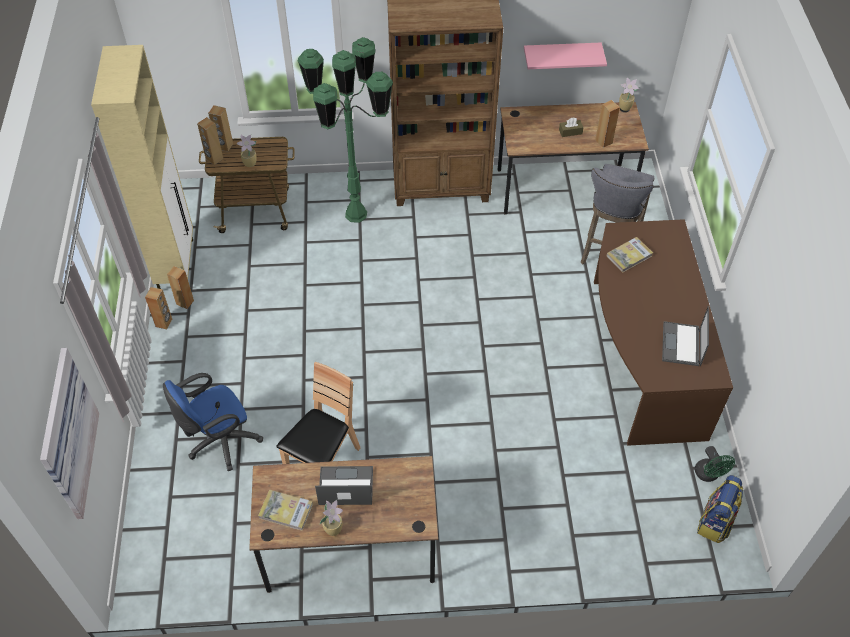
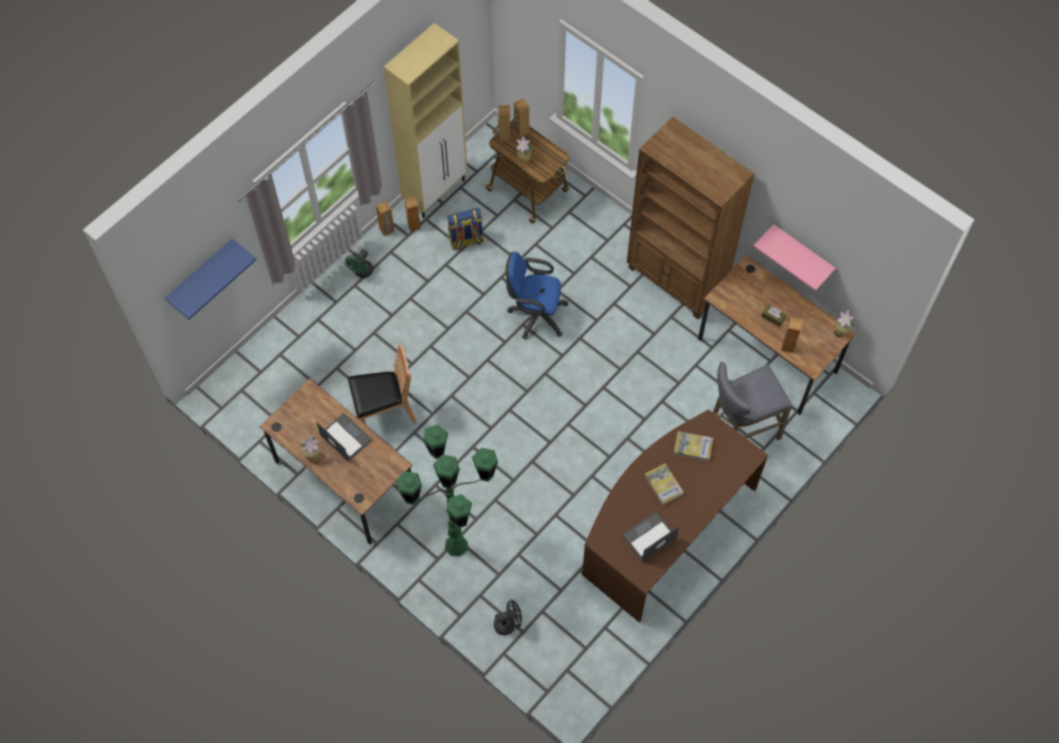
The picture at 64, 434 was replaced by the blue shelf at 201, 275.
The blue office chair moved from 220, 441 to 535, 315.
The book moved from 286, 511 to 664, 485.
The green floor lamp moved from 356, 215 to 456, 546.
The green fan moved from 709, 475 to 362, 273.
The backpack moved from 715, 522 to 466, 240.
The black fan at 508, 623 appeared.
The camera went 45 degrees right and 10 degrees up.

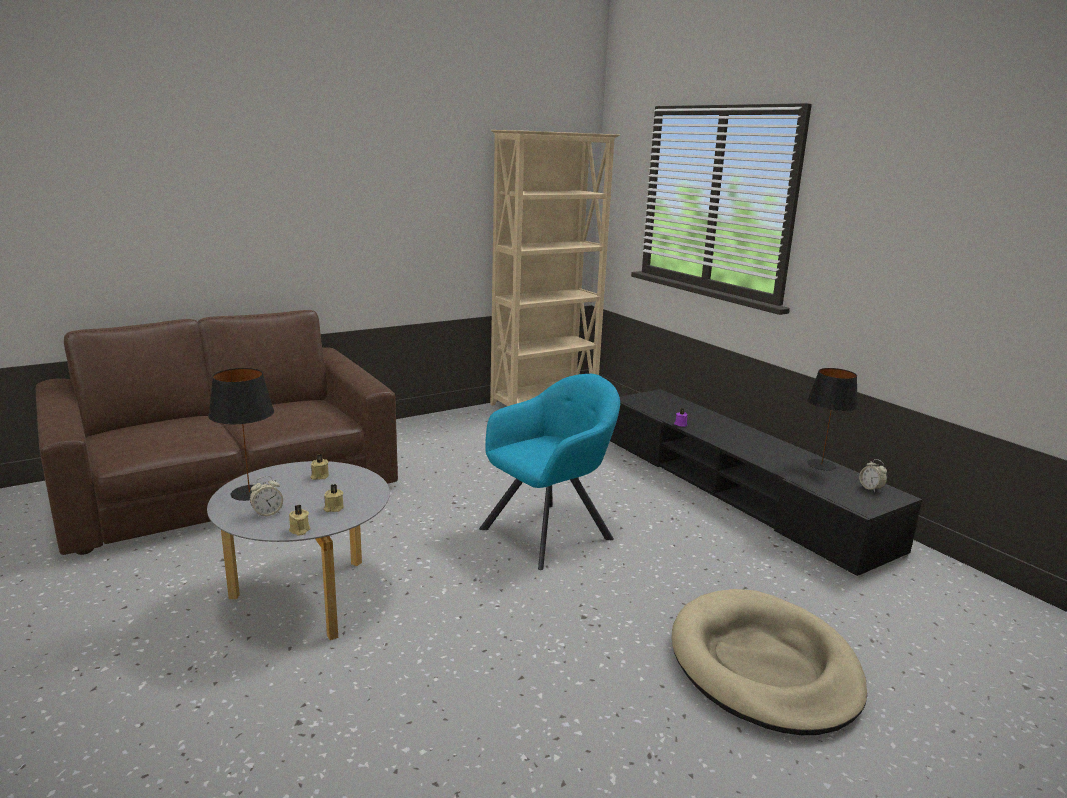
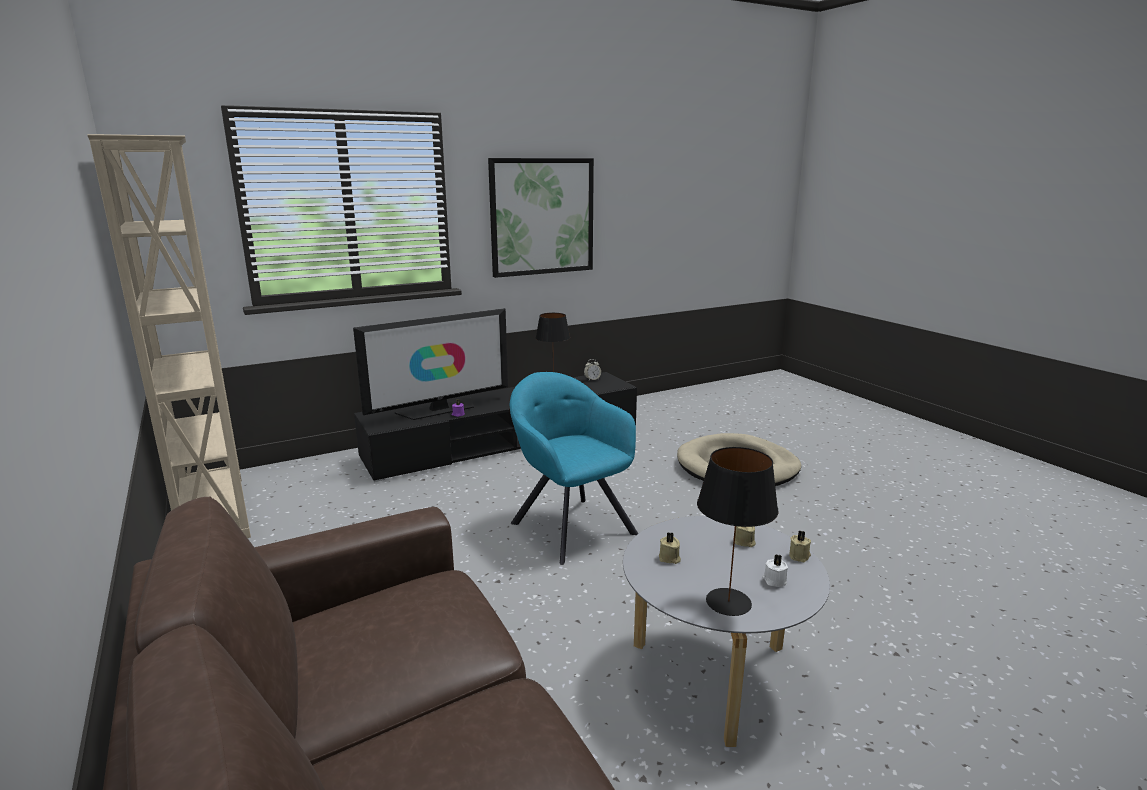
The alarm clock at 267, 513 was replaced by the white candle at 774, 580.
The television at 439, 409 appeared.
The picture at 542, 217 appeared.
The camera went 85 degrees left and 0 degrees up.

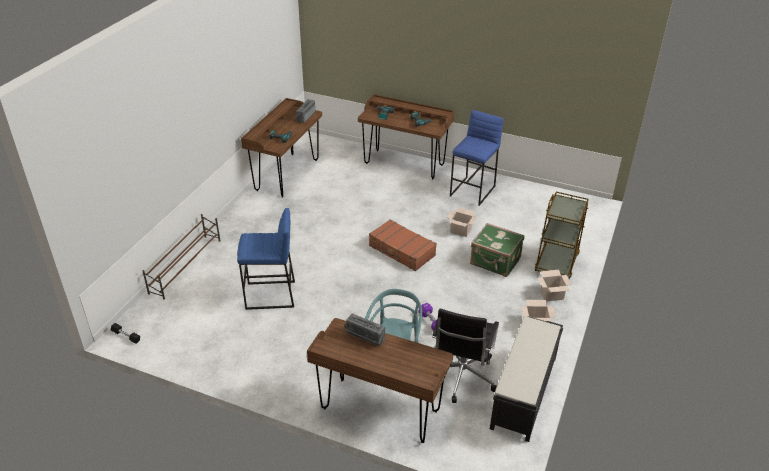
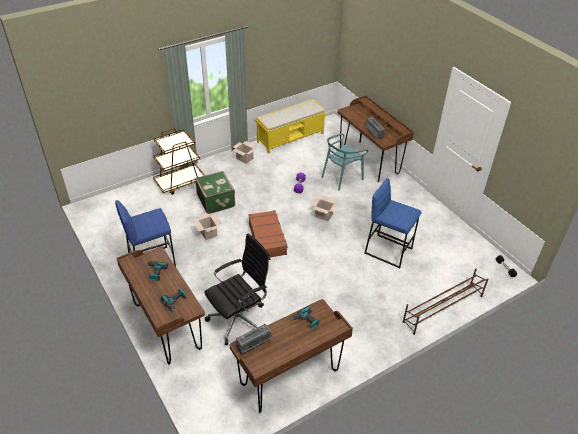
The black office chair moved from 460, 376 to 239, 319.
The black bench at 523, 393 became the yellow bench at 291, 137.
The cardboard box moved from 551, 295 to 324, 215.
The camera went 145 degrees left and 5 degrees up.

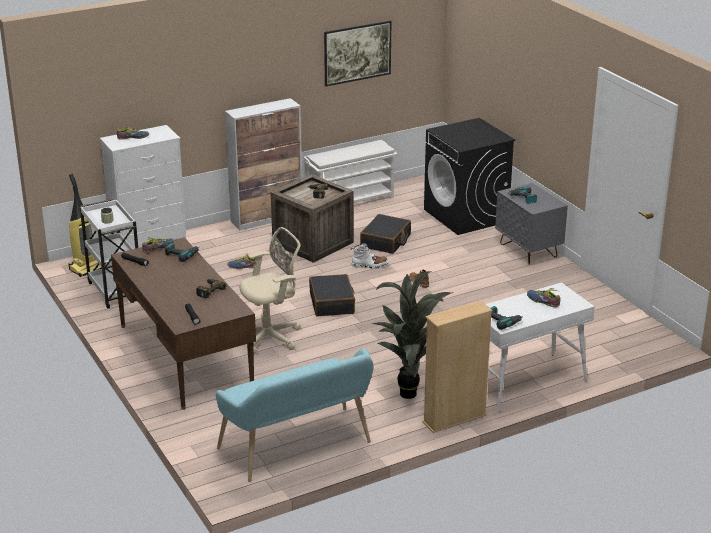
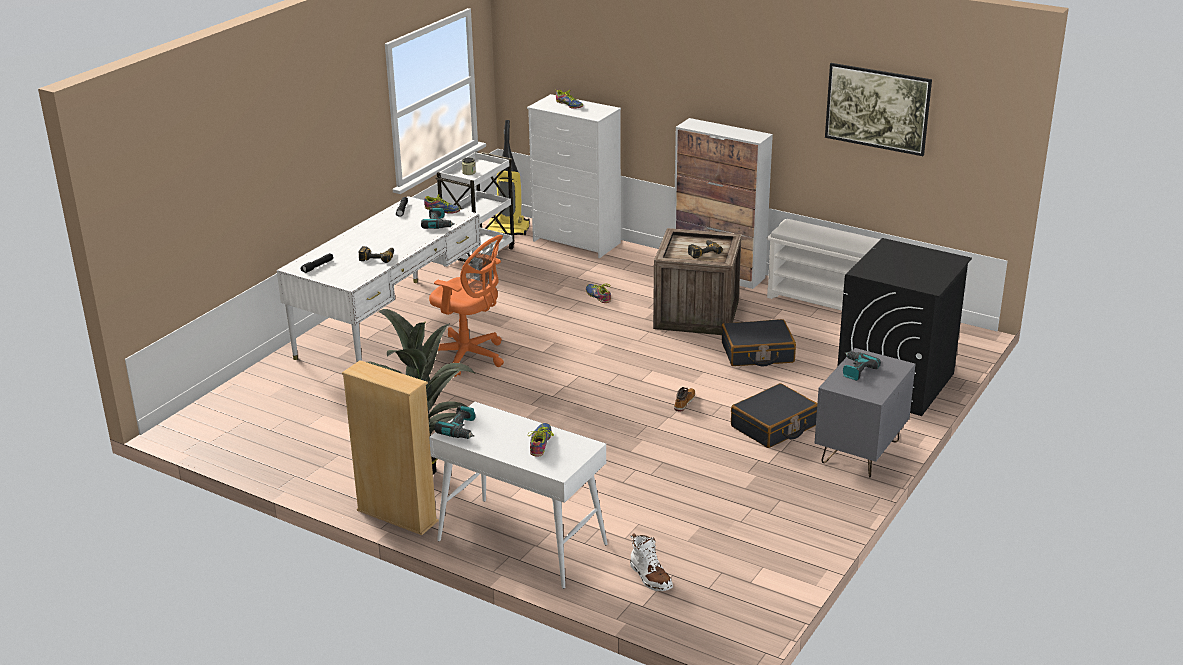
The brown desk at 185, 356 became the white desk at 389, 328.
The turquoise bench at 299, 449 disappeared.
The beige office chair at 270, 337 became the orange office chair at 468, 357.
The black suitcase moved from 332, 303 to 774, 426.
The white boot moved from 369, 265 to 650, 577.
The camera went 60 degrees right and 0 degrees up.

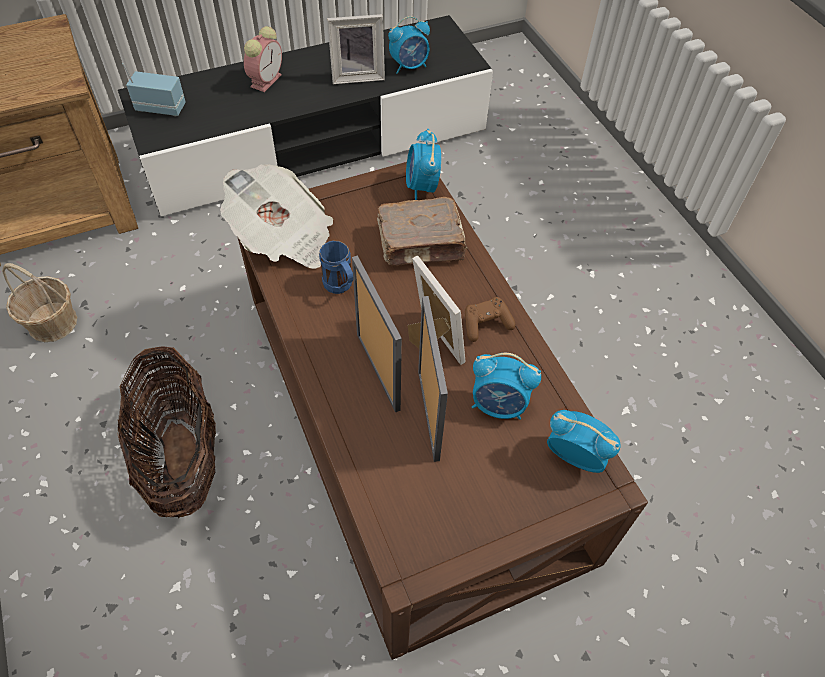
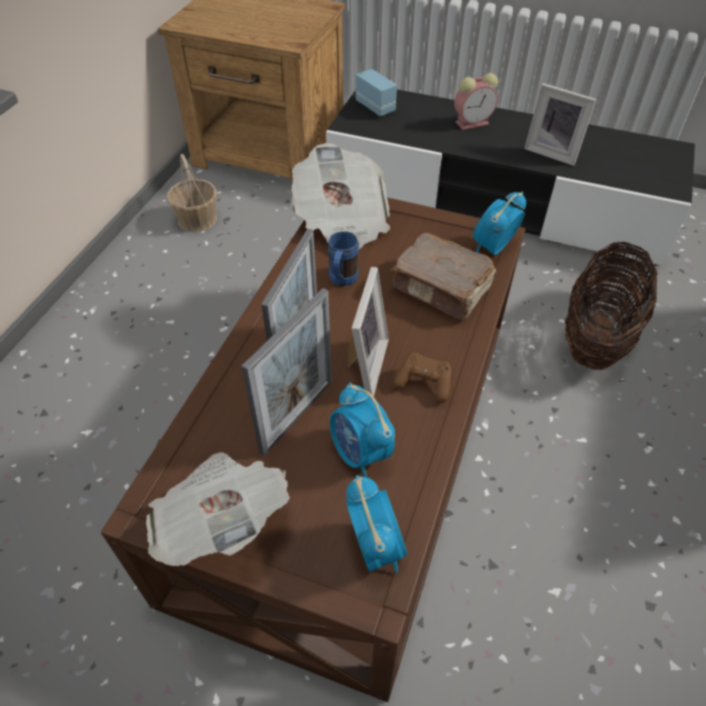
The basket moved from 181, 456 to 596, 337.
The alarm clock at 409, 66 disappeared.
The newspaper at 222, 519 appeared.
The camera went 45 degrees right and 5 degrees down.

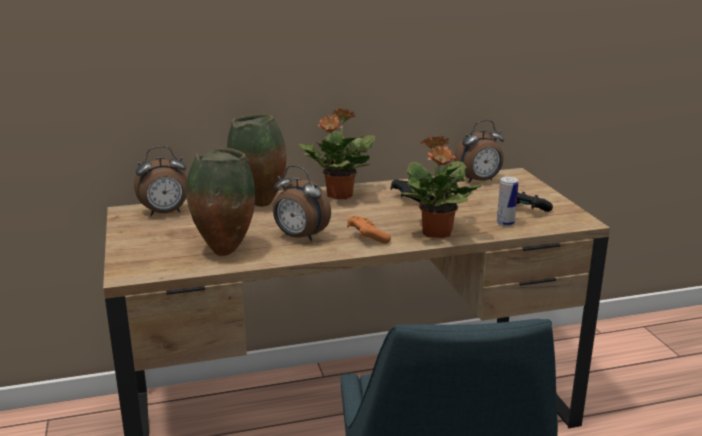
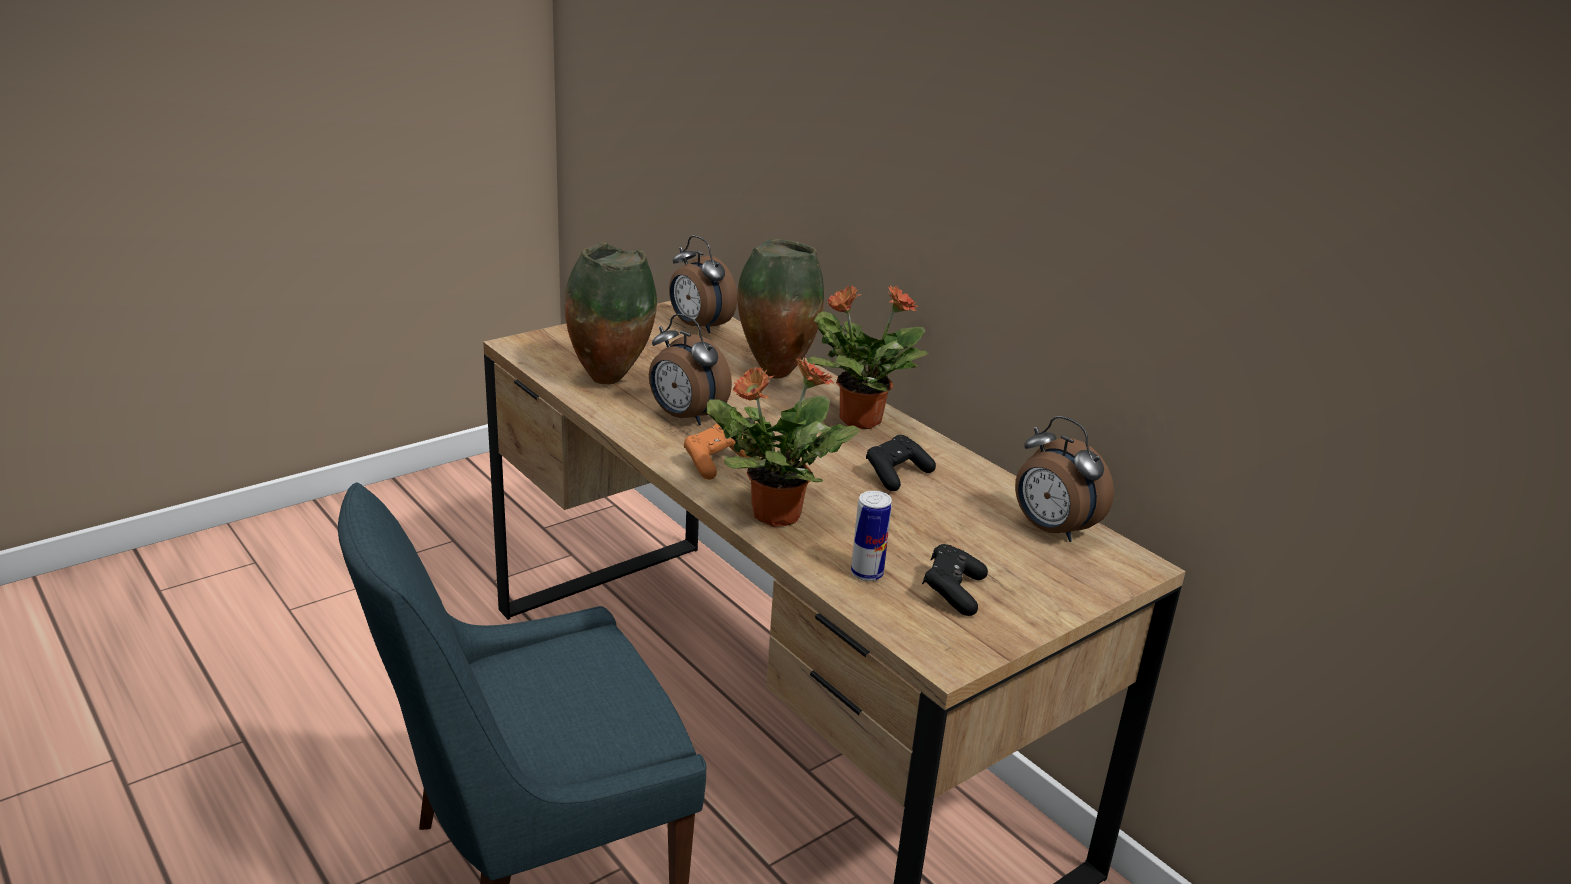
The alarm clock at 300, 237 turned 60 degrees counterclockwise.
The camera went 65 degrees right and 5 degrees up.

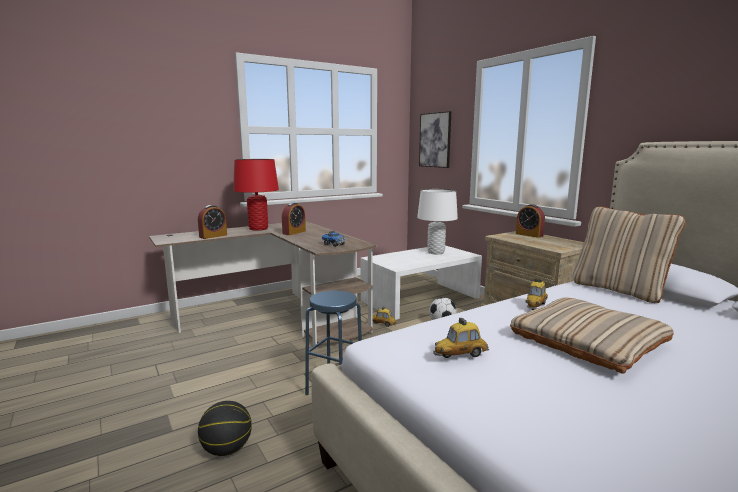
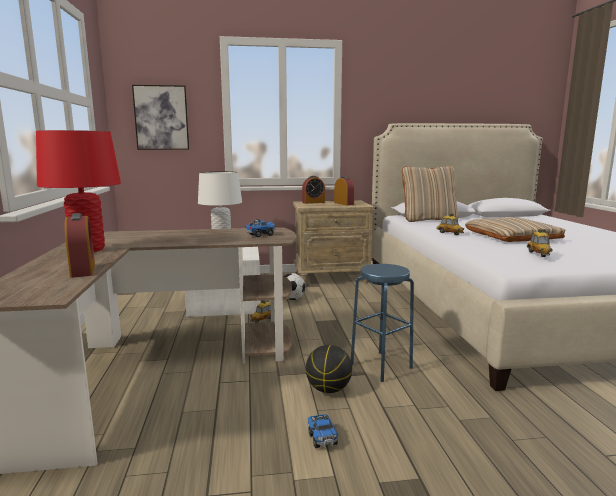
The basketball moved from 227, 449 to 328, 389.
The alarm clock moved from 294, 232 to 343, 203.
The toy truck at 322, 439 appeared.
The camera went 65 degrees left and 0 degrees up.

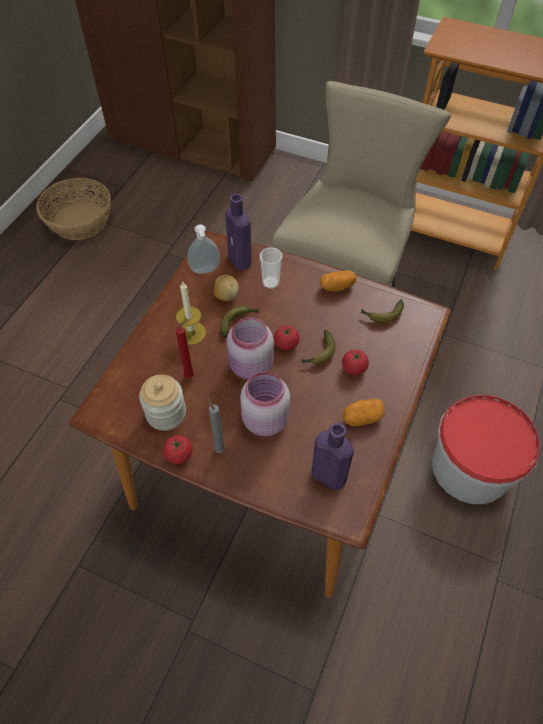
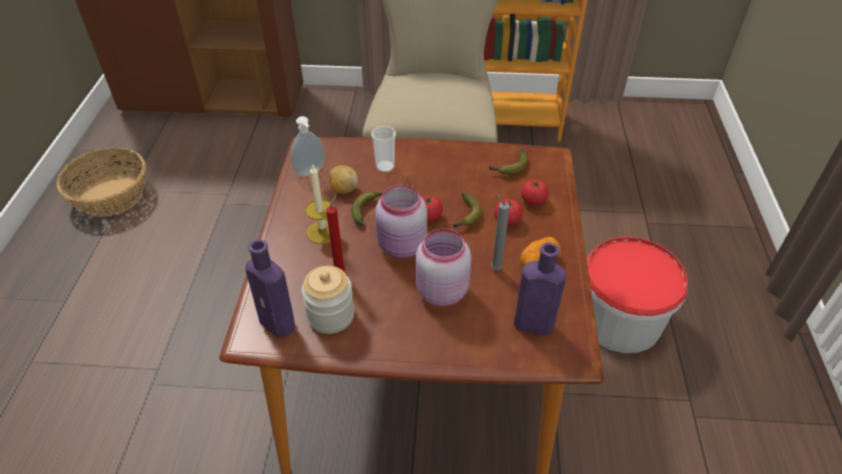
The tomato moved from 179, 455 to 533, 200.
The grey candle moved from 219, 448 to 494, 268.
The purple bottle moved from 241, 261 to 279, 324.
The potato at 337, 286 disappeared.
The camera went 20 degrees left and 10 degrees down.

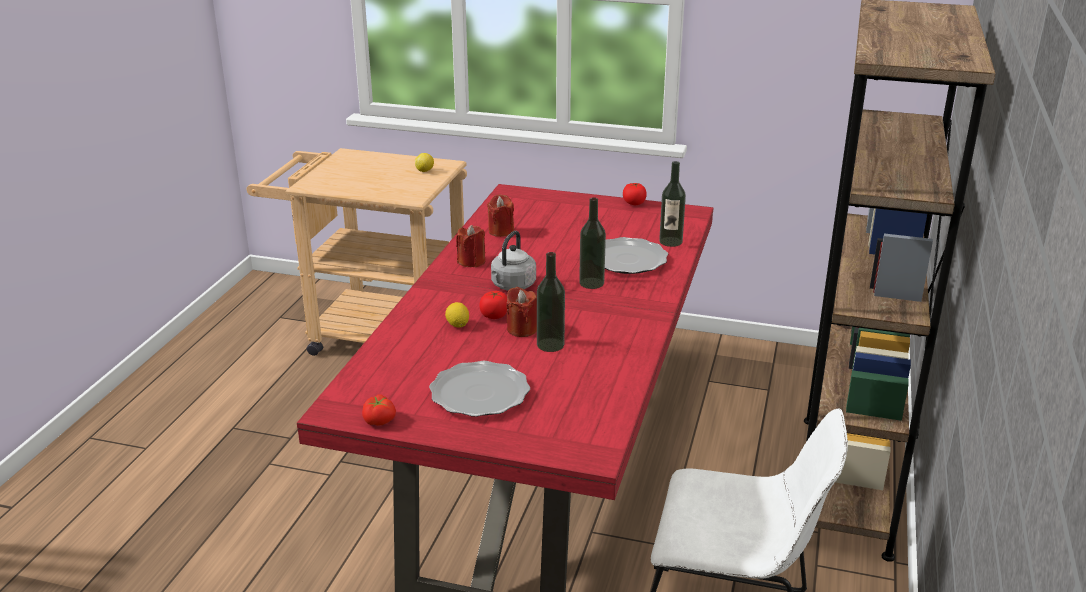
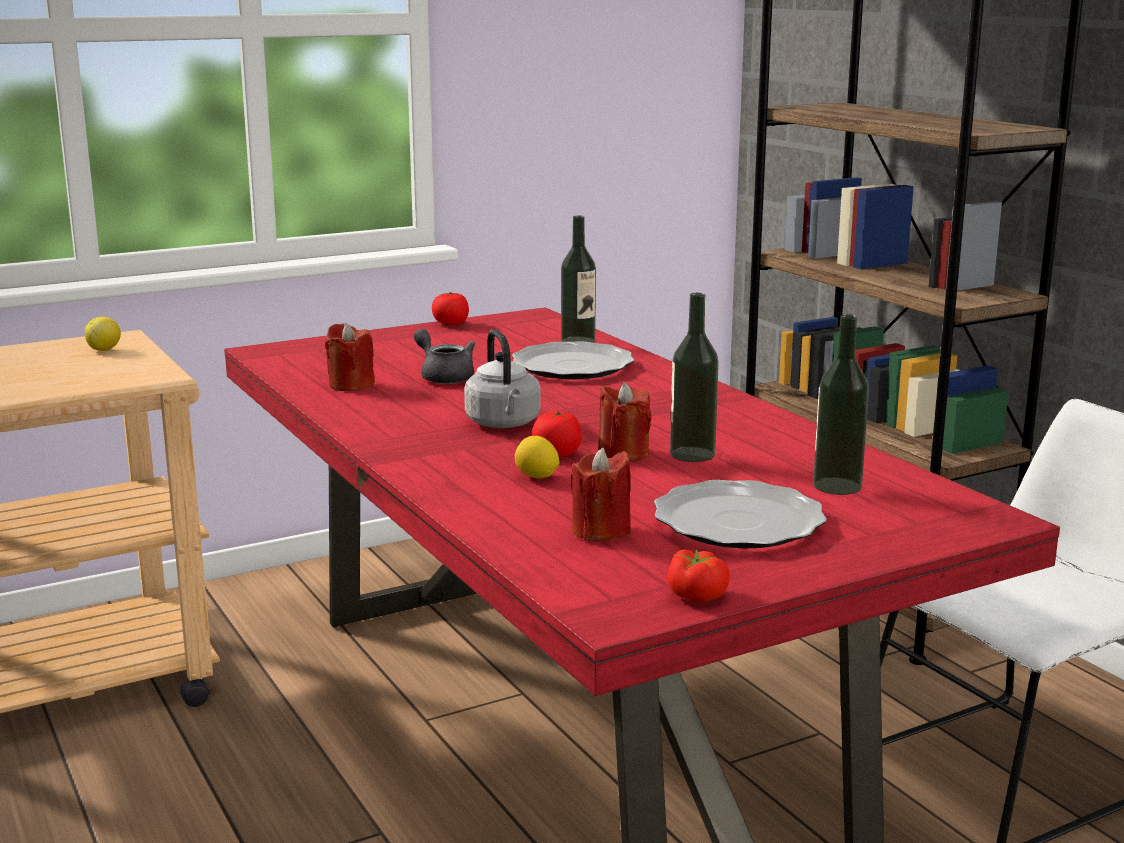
The red candle moved from 471, 262 to 601, 531.
The bottle moved from 591, 283 to 837, 486.
The grey teapot at 444, 377 appeared.
The camera went 45 degrees left and 10 degrees down.

